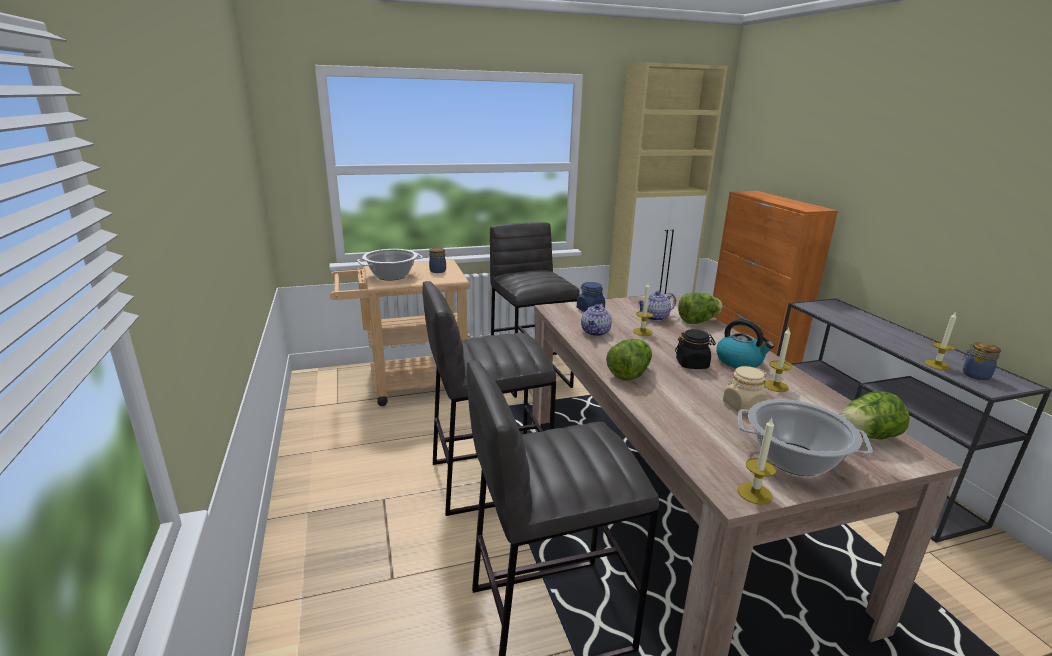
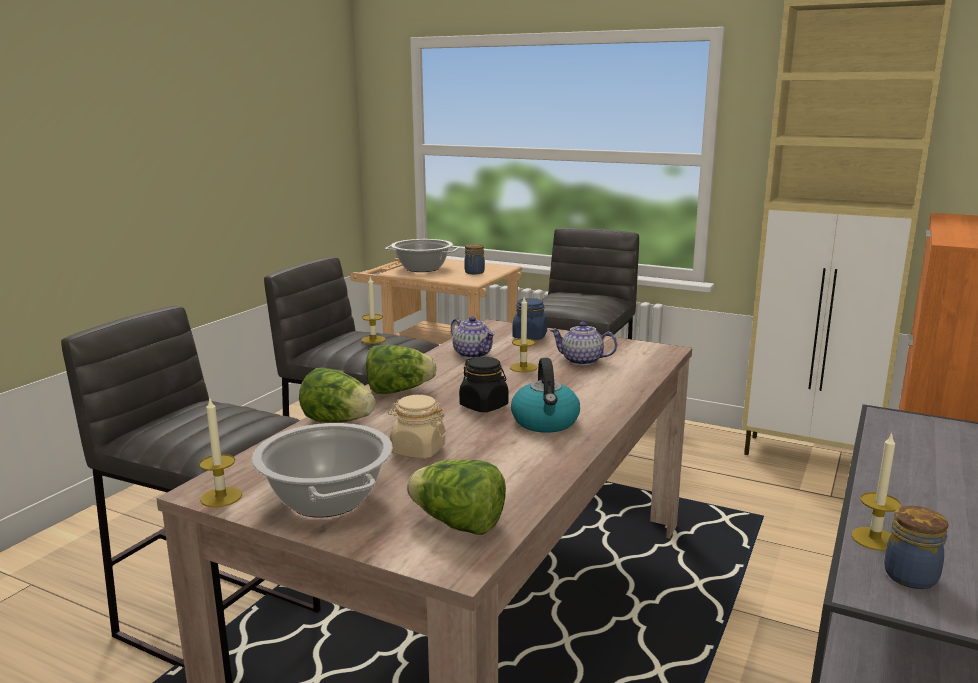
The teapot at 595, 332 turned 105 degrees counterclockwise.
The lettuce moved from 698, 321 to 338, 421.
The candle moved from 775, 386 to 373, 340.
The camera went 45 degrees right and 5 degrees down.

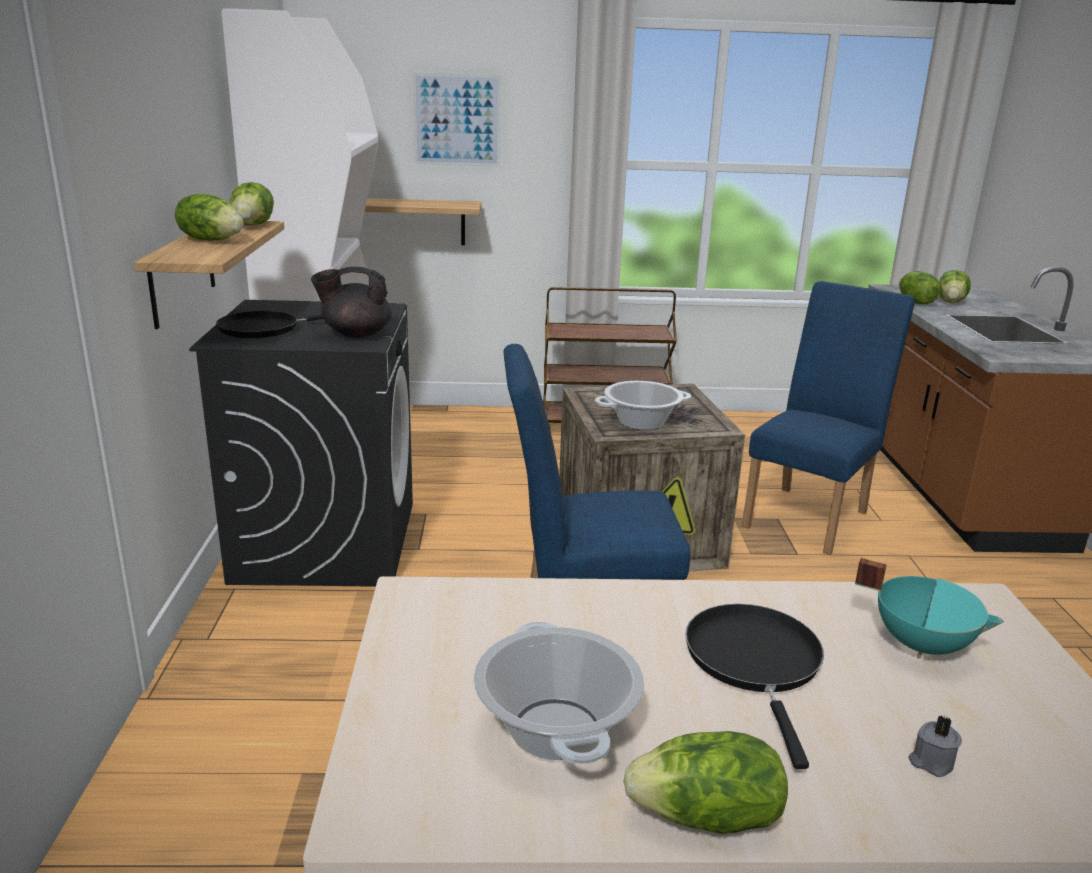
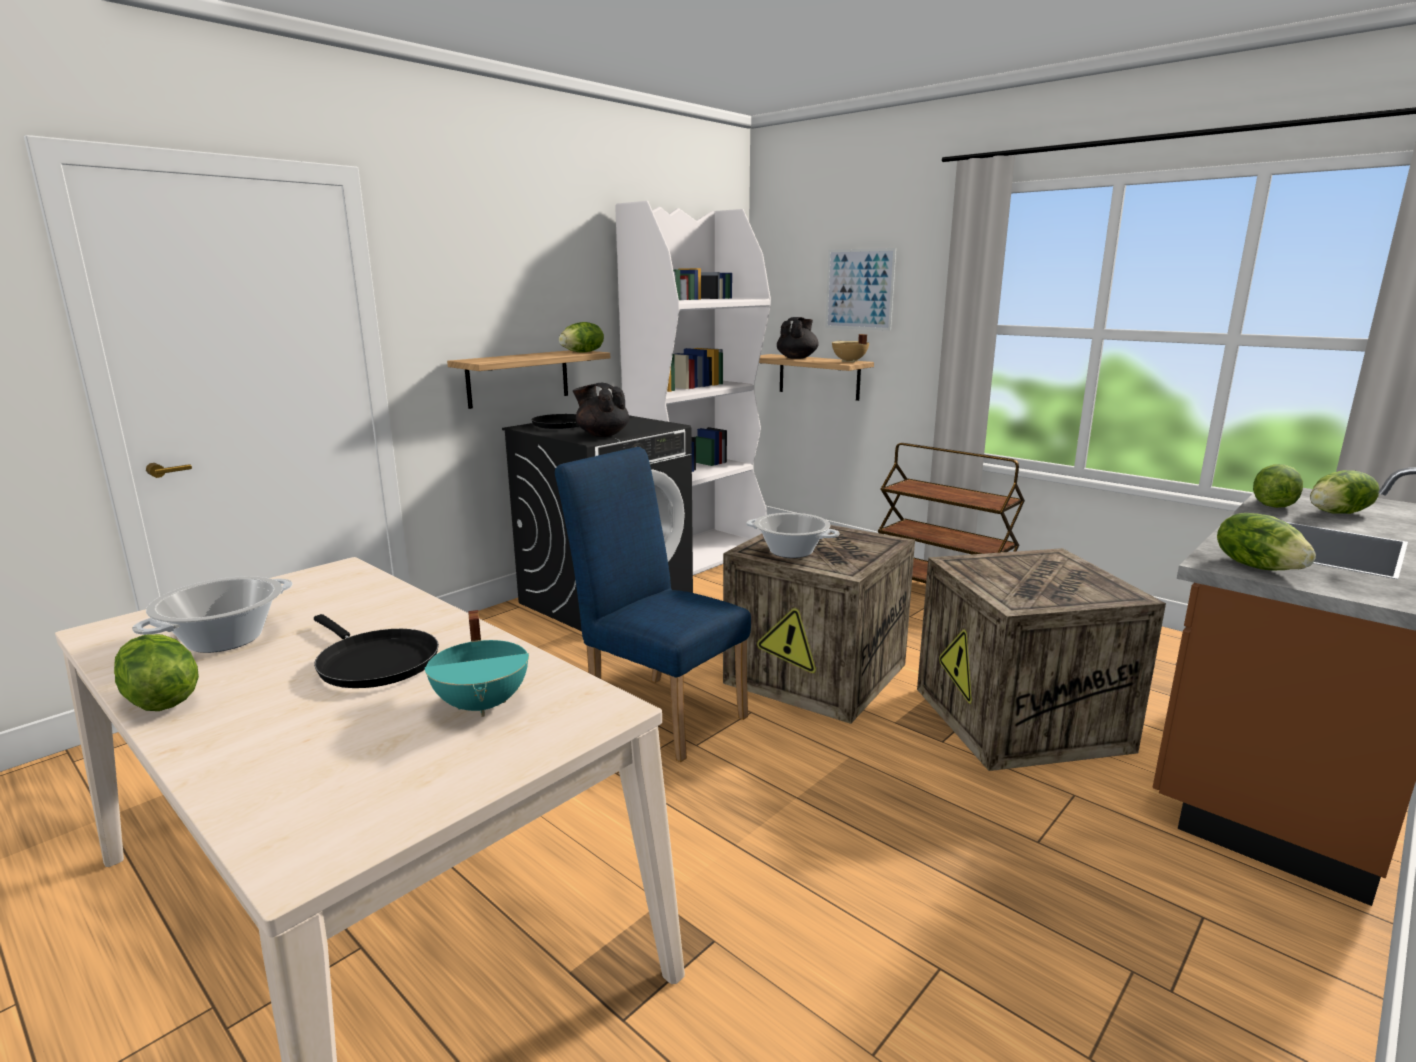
The lettuce moved from 212, 240 to 1258, 567.
The black frying pan at 755, 663 turned 90 degrees clockwise.
The blue chair at 810, 515 was replaced by the crate at 1023, 720.
The grey candle at 930, 762 disappeared.
The black teapot at 797, 358 appeared.
The beige cooking pot at 849, 361 appeared.
The camera went 45 degrees right and 5 degrees down.

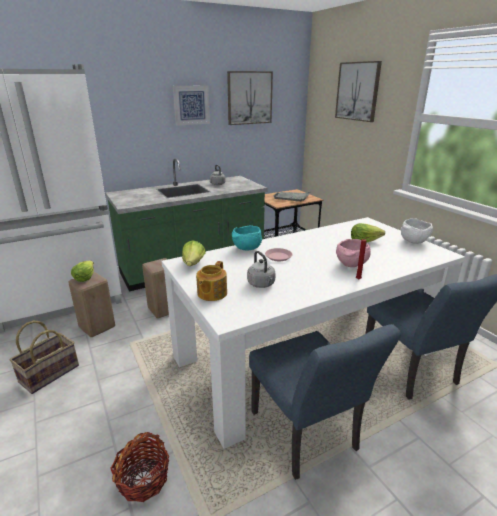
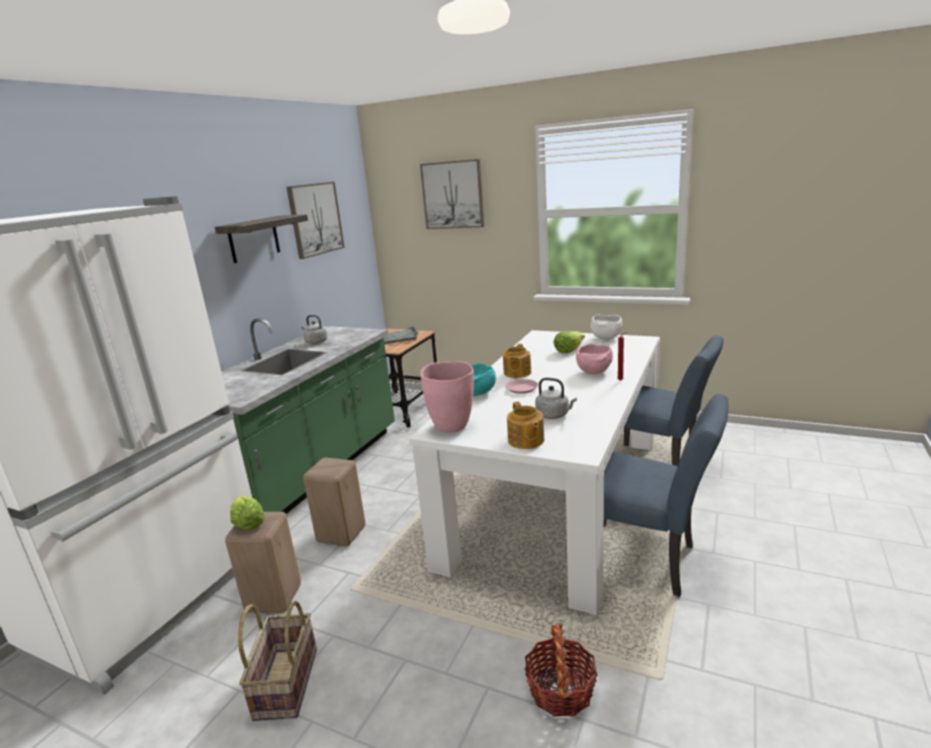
The picture at 191, 105 was replaced by the shelf at 254, 239.
The lettuce at 193, 264 was replaced by the pink vase at 452, 426.
The teapot at 516, 373 appeared.
The camera went 35 degrees left and 5 degrees down.

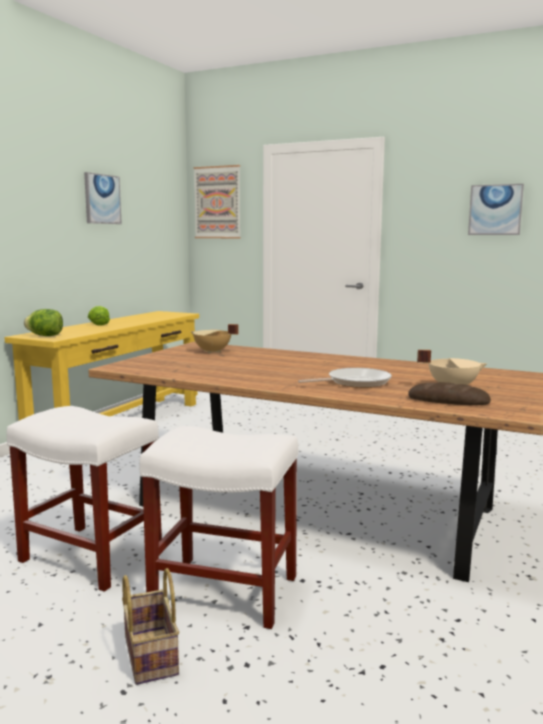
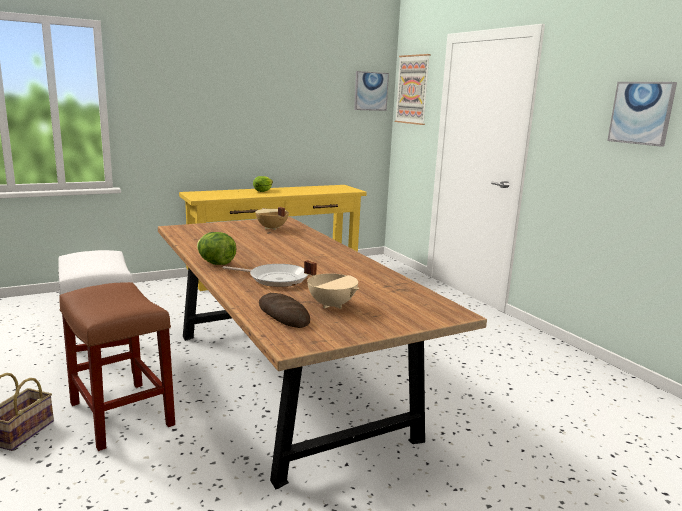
The lettuce moved from 45, 336 to 216, 263.
The picture moved from 102, 199 to 370, 91.
The white stool at 222, 591 became the brown stool at 120, 413.
The camera went 35 degrees right and 5 degrees up.

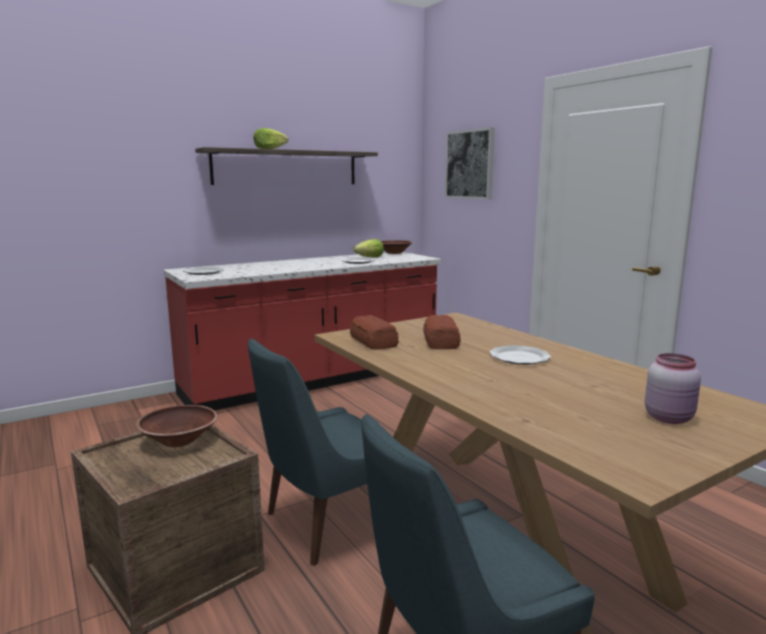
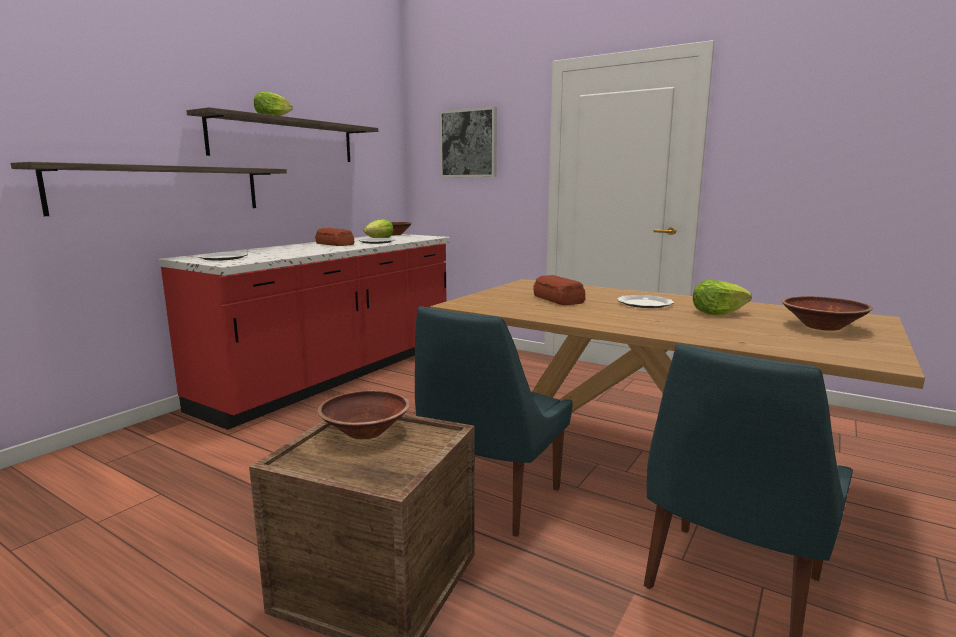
The bread moved from 373, 341 to 335, 244.
The pink jar at 670, 418 was replaced by the brown bowl at 823, 327.
The shelf at 162, 189 appeared.
The lettuce at 717, 313 appeared.
The camera went 25 degrees left and 0 degrees up.

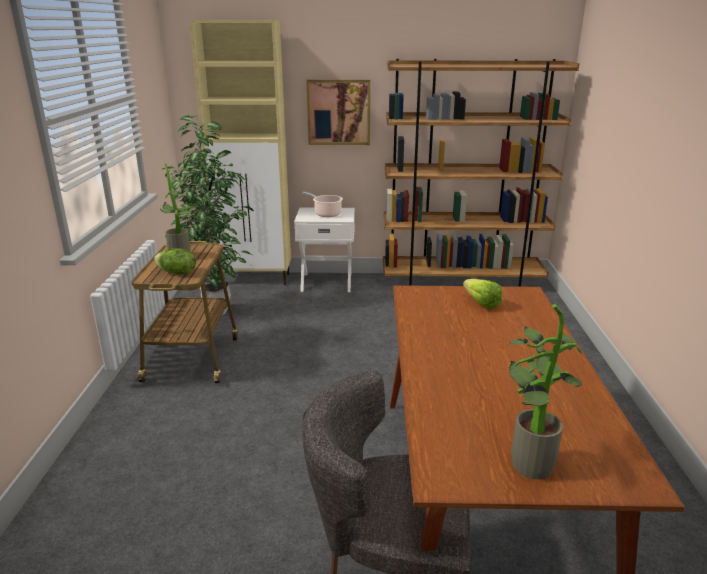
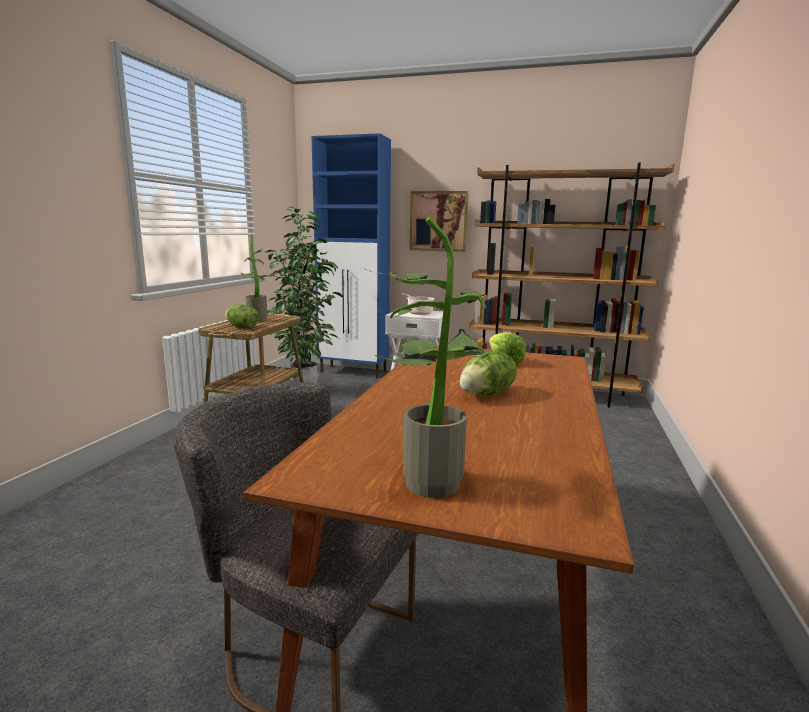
The beige cabinet at 256, 279 became the blue cabinet at 354, 372.
The lettuce at 487, 394 appeared.
The camera went 15 degrees right and 10 degrees down.

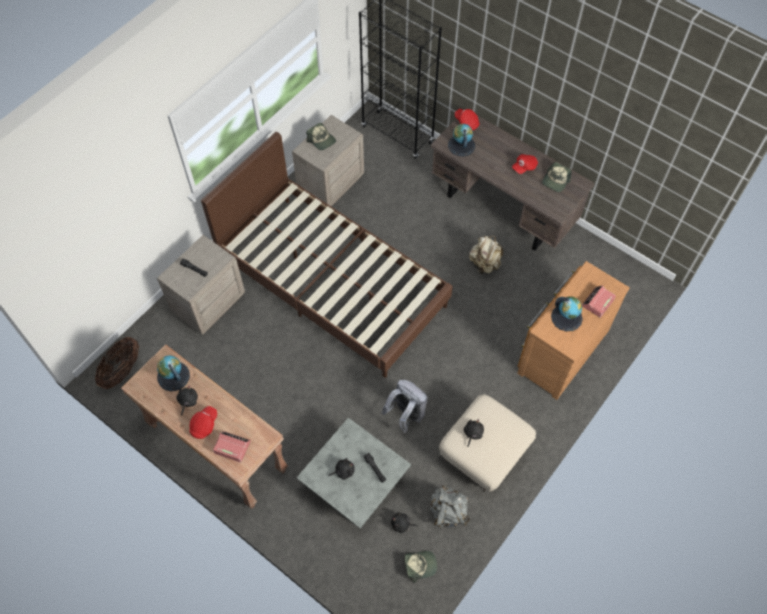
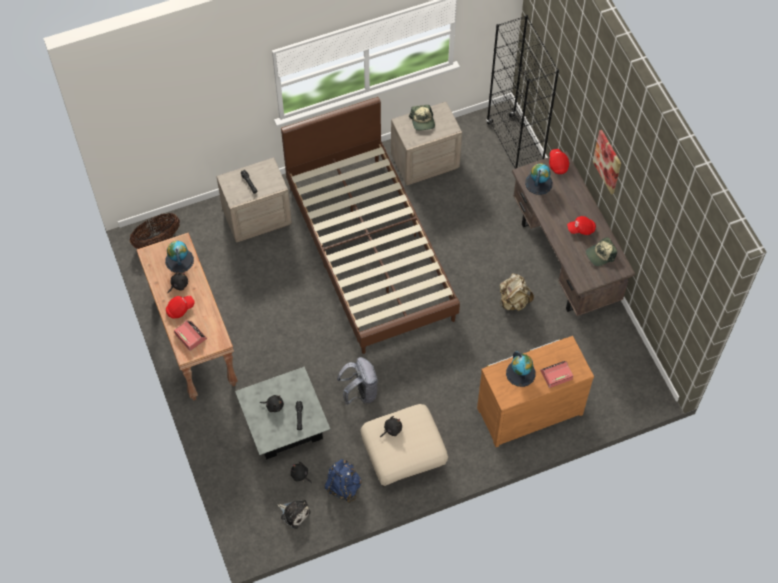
The cap at 420, 565 was replaced by the plush toy at 294, 513.
The grey backpack at 448, 512 became the blue backpack at 343, 486.
The picture at 607, 161 appeared.
The camera went 30 degrees right and 0 degrees up.

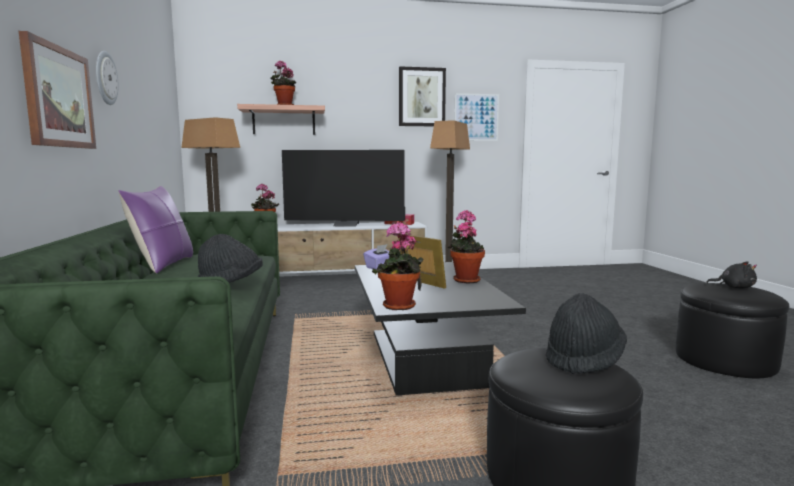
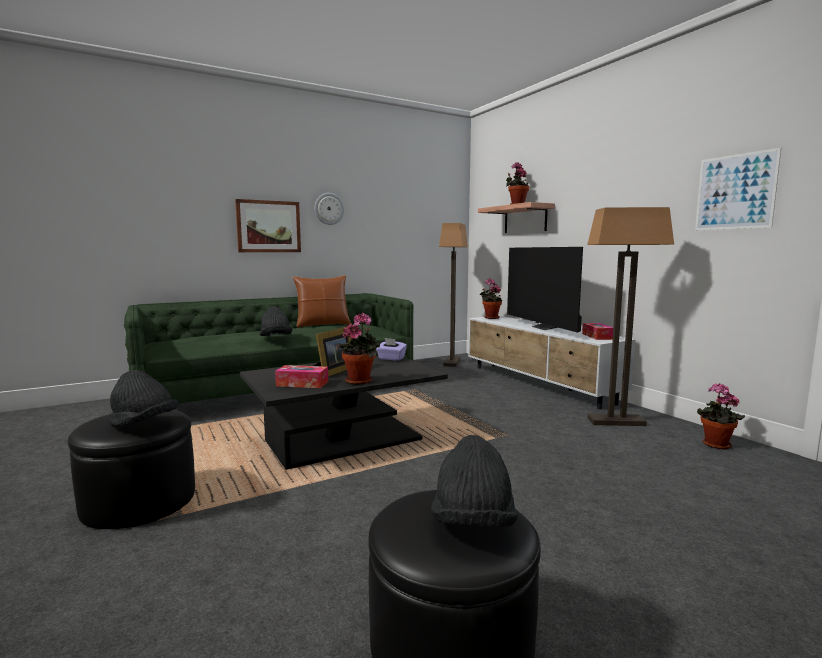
The purple pillow at 163, 264 became the brown pillow at 322, 325.
The potted plant moved from 399, 307 to 715, 445.
The picture at 421, 97 disappeared.
The black plush toy at 734, 287 was replaced by the black hat at 472, 524.
The tissue box at 302, 383 appeared.
The camera went 70 degrees right and 0 degrees up.

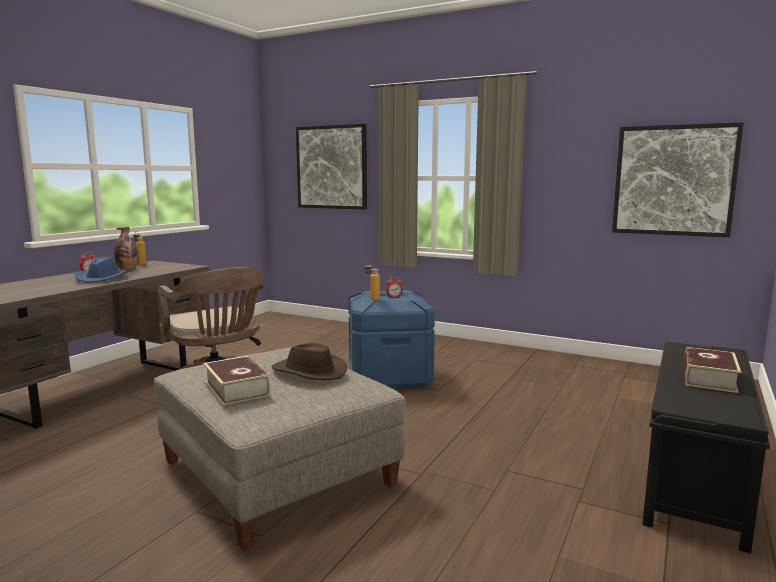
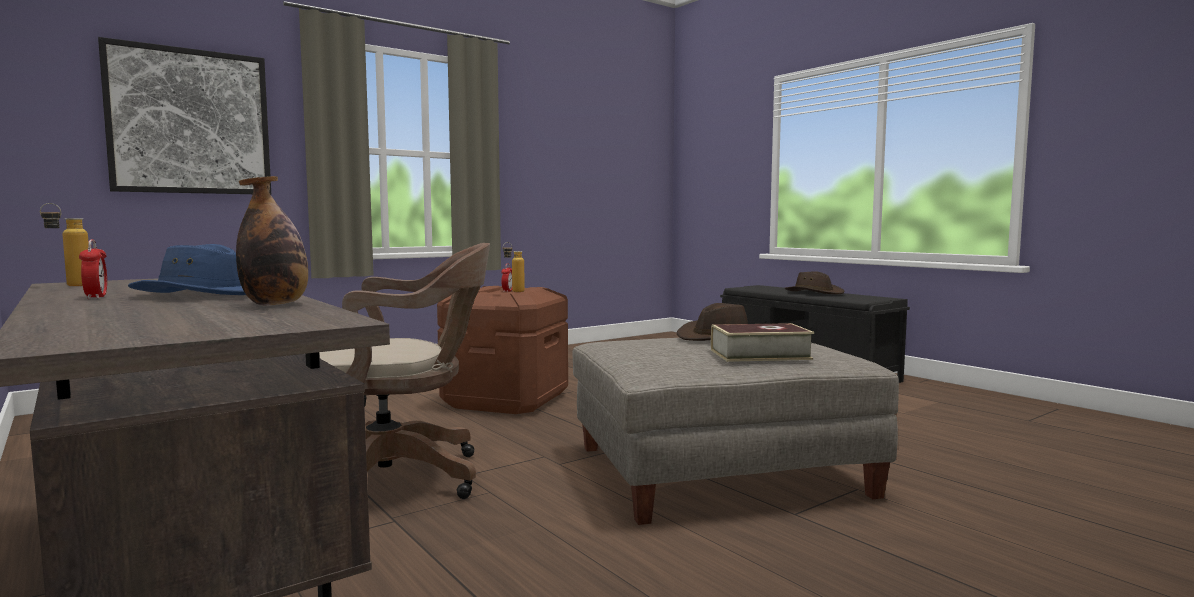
The bottle moved from 127, 269 to 276, 304.
The blue storage box at 390, 377 became the brown storage box at 505, 400.
The picture at 673, 180 disappeared.
The book at 708, 378 was replaced by the brown hat at 814, 293.
The camera went 65 degrees left and 5 degrees down.

